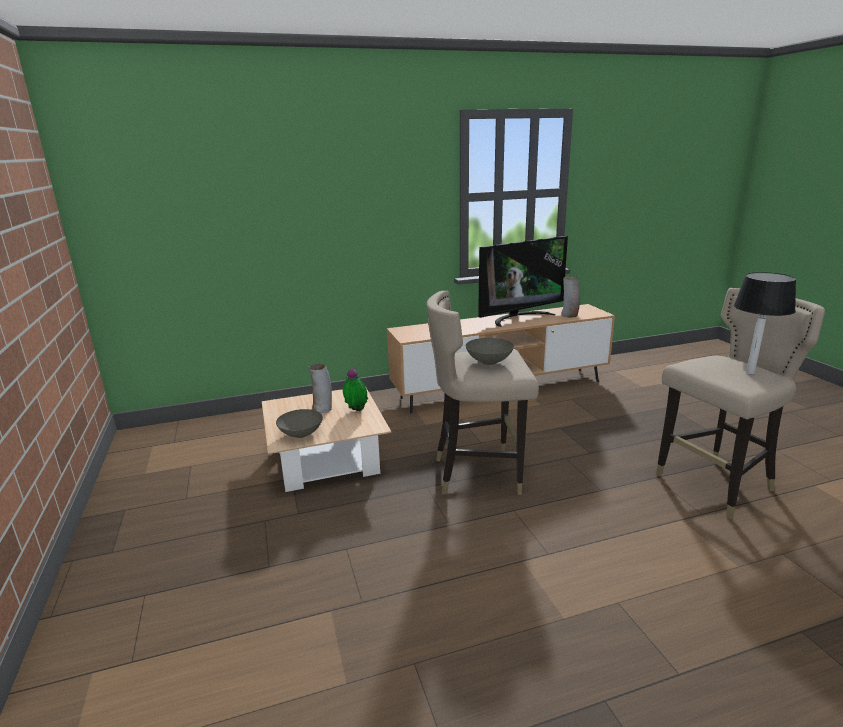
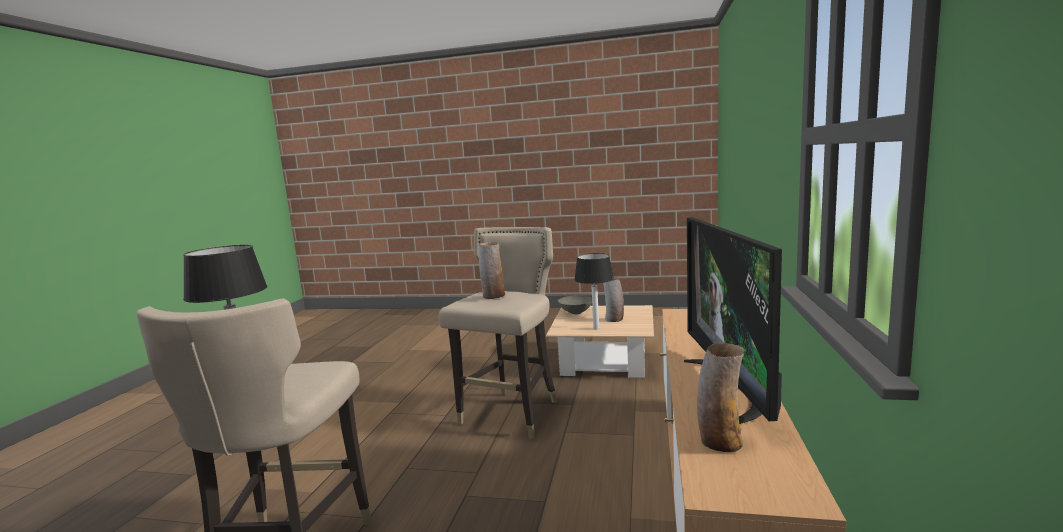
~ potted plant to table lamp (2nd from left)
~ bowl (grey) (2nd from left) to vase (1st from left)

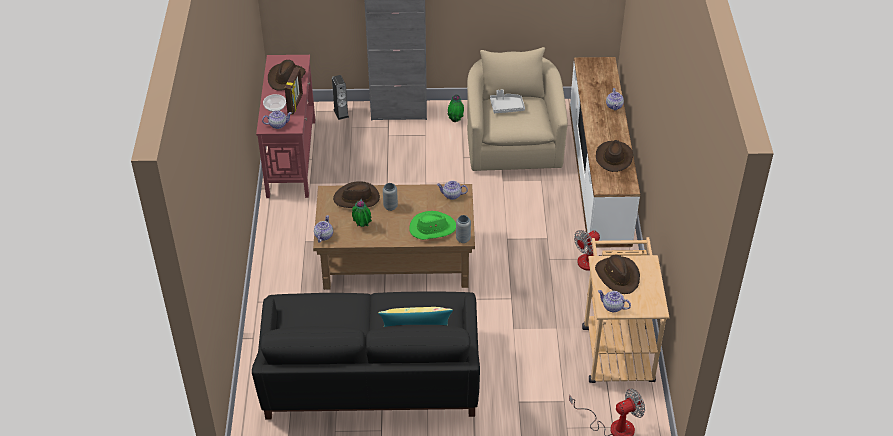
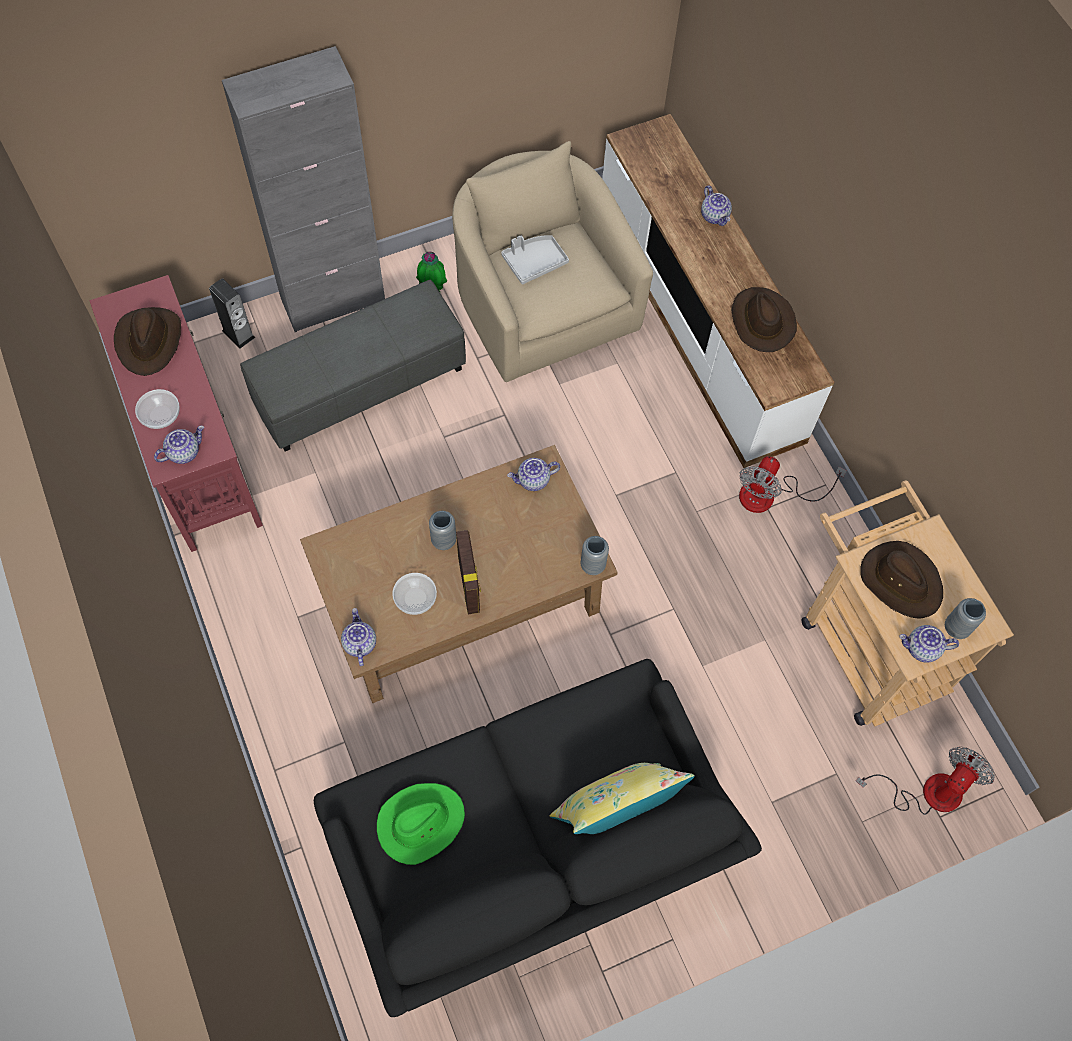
- hat (brown) (2nd from left)
+ ottoman (grey)
+ vase (grey) (3rd from left)
~ picture frame
~ hat (green)
~ potted plant (1st from left) to bowl (2nd from left)

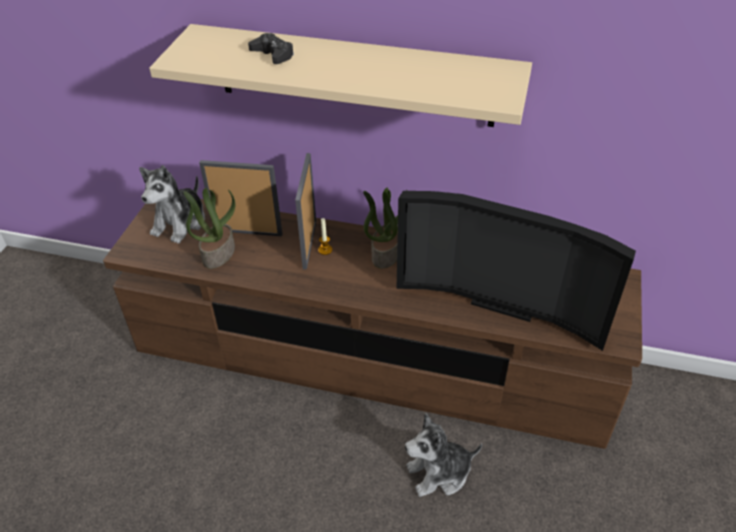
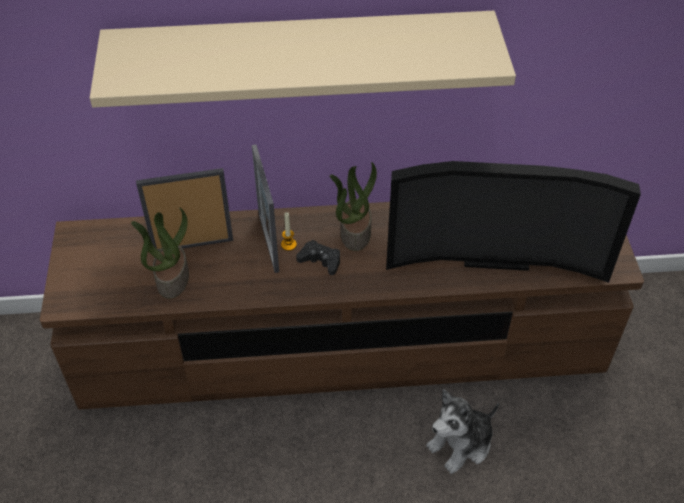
- plush toy (1st from left)
~ game controller (black)

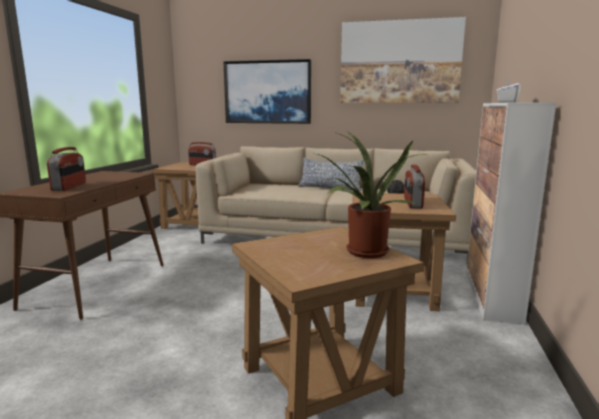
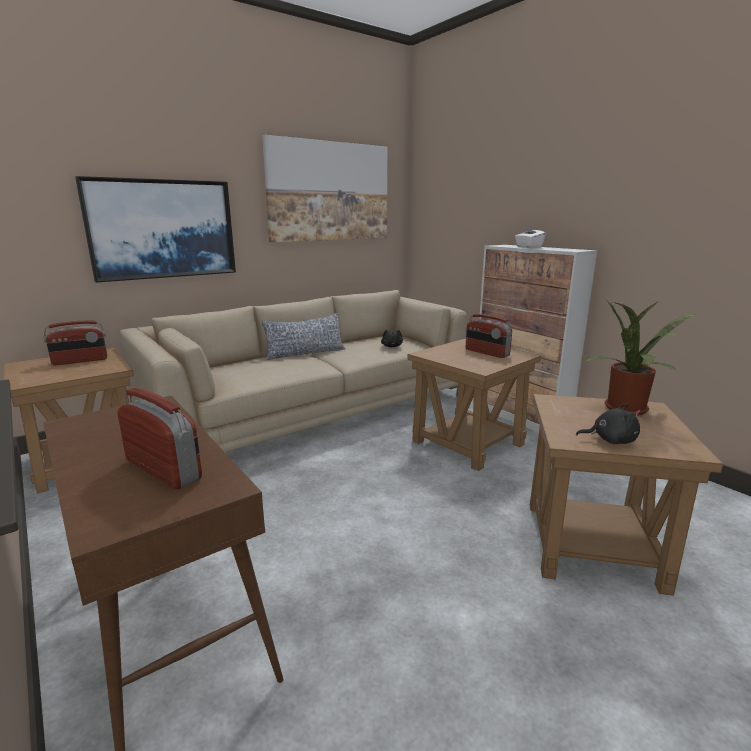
+ plush toy (black) (2nd from left)

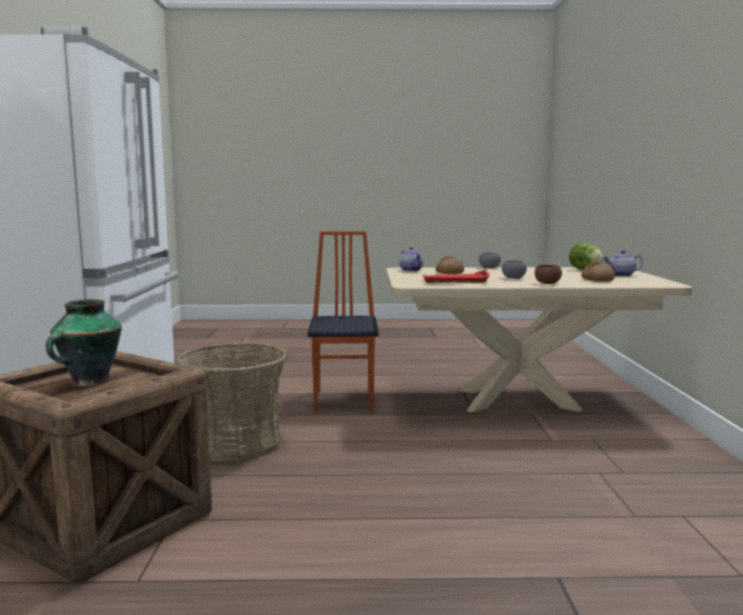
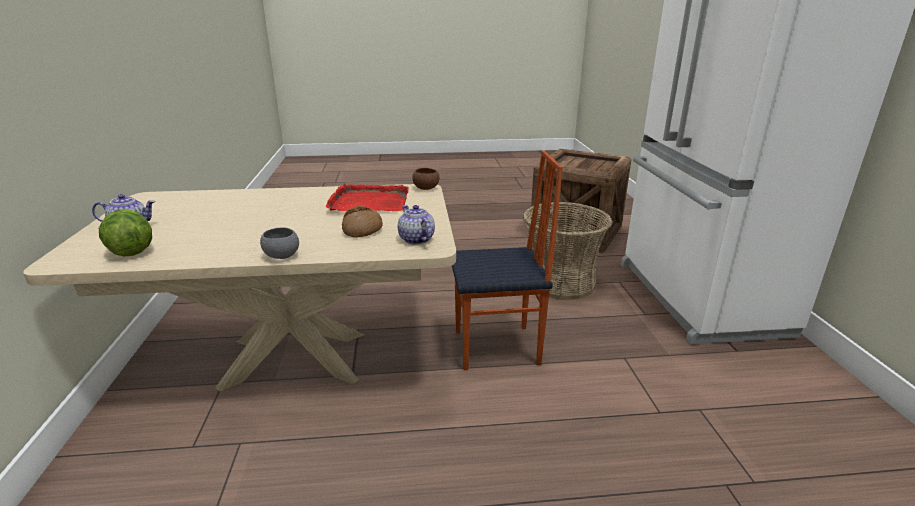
- vase
- bowl (grey) (2nd from left)
- bread (2nd from left)
~ bowl (brown)
~ chair 90 degrees counterclockwise

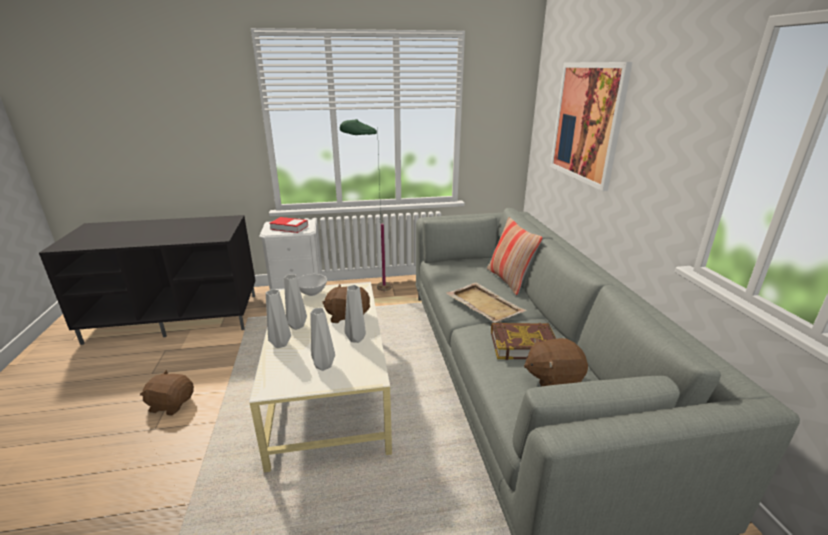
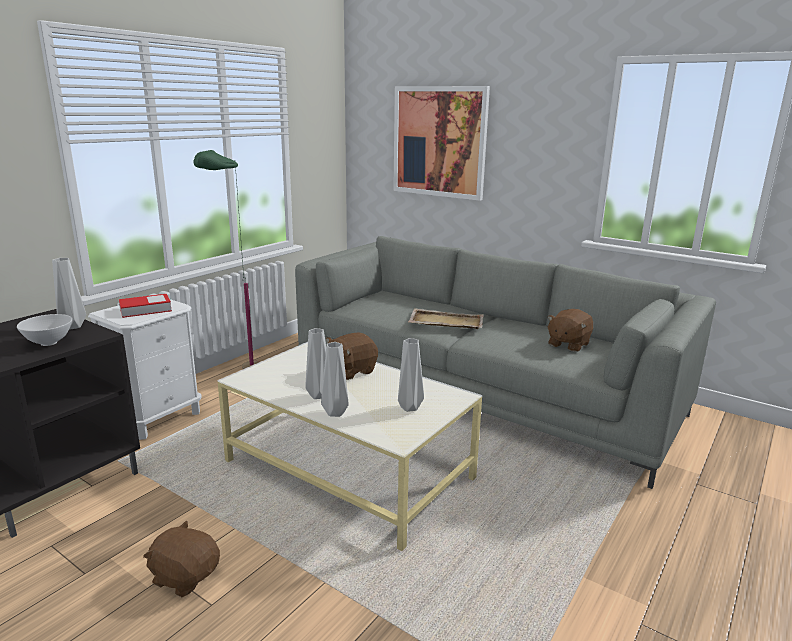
- pillow
- book (2nd from left)
~ bowl (white)
~ vase (grey) (4th from left in the first image) to vase (grey) (1st from left)
~ plush toy (brown) (1st from left) 60 degrees clockwise

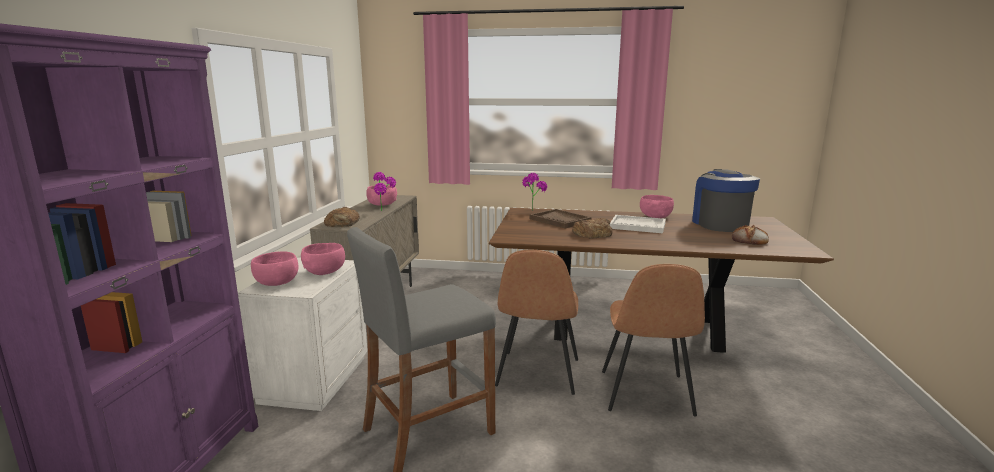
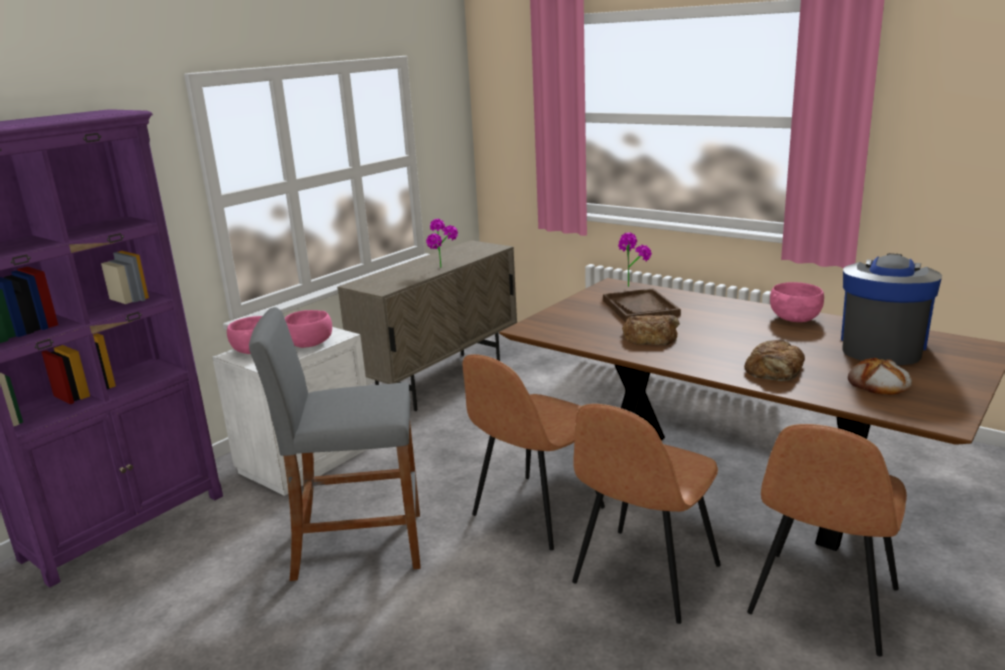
- bowl (pink) (3rd from left)
- tray (white)
+ chair (brown) (3rd from left)
~ bread (1st from left in the first image) to bread (2nd from left)

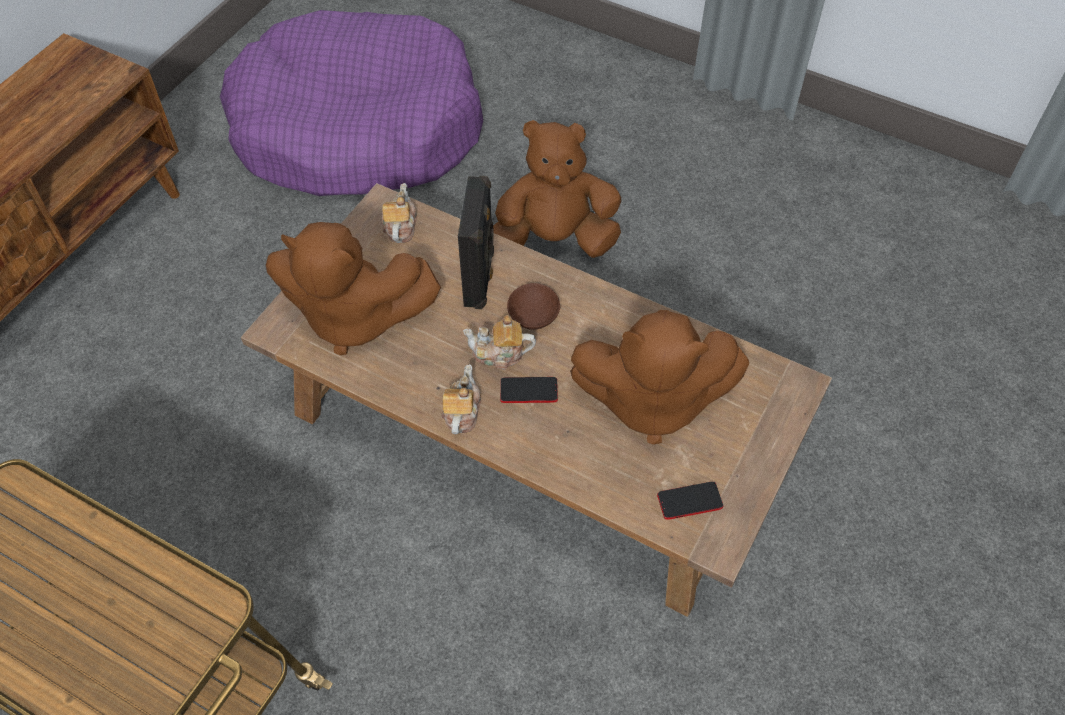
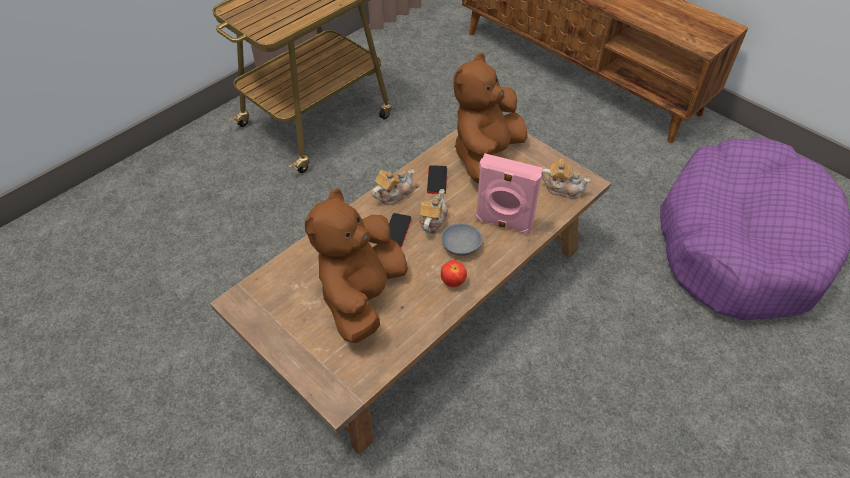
- plush toy (brown) (2nd from left)
+ apple
~ phone (2nd from left)
~ speaker (black) to speaker (pink)
~ bowl (brown) to bowl (grey)
~ teapot (2nd from left in the first image) 60 degrees counterclockwise

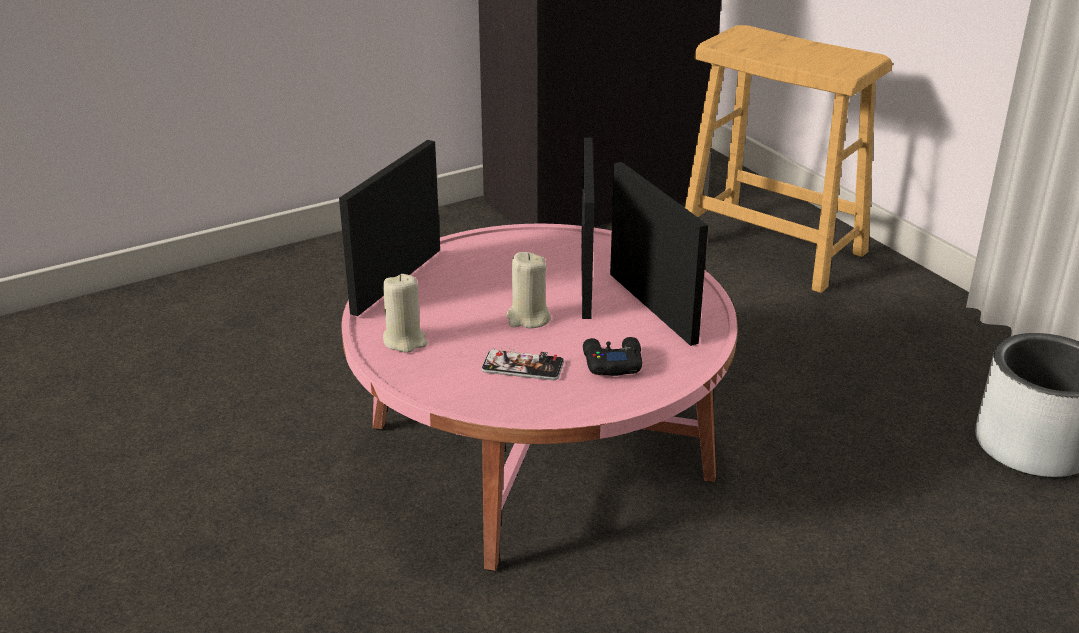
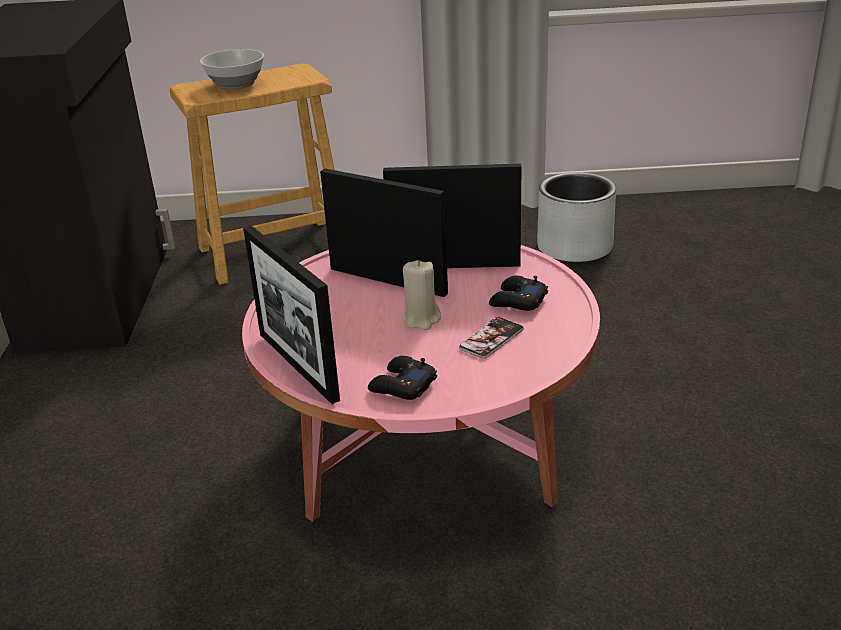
+ bowl
~ candle (beige) (1st from left) to game controller (black) (1st from left)

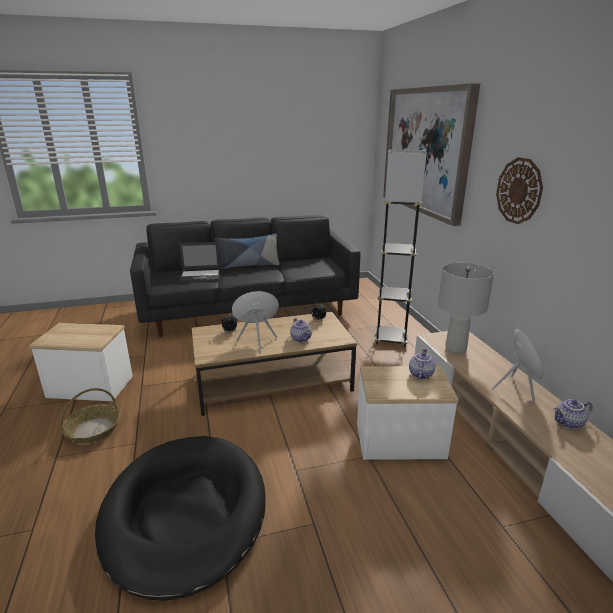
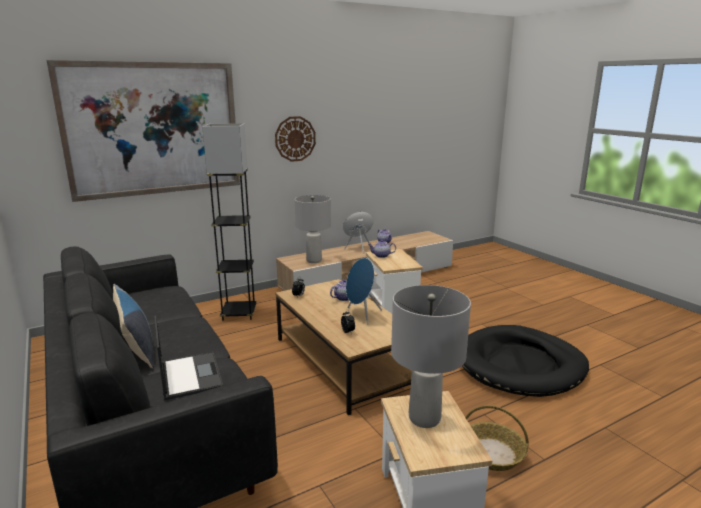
+ table lamp (grey) (2nd from left)

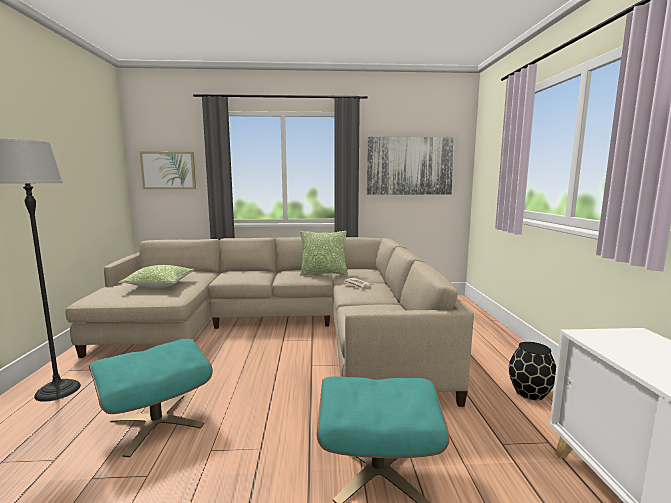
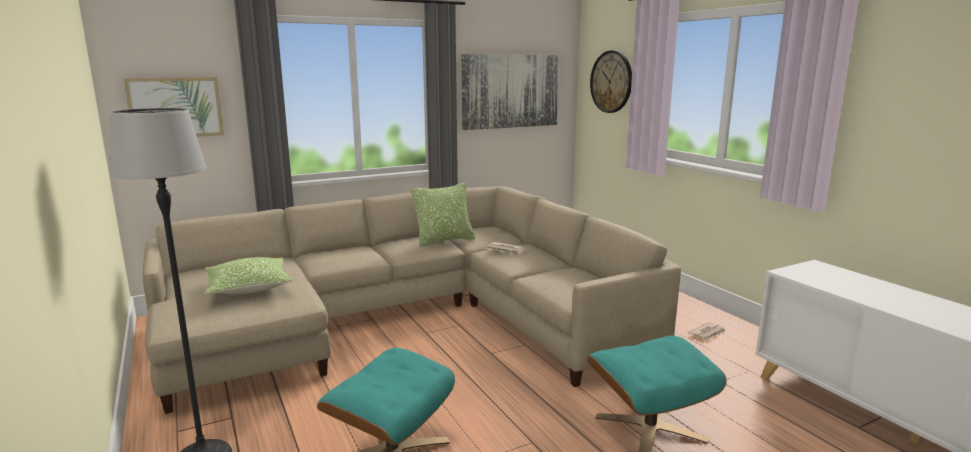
+ wall clock
~ vase (black) to newspaper (2nd from left)

